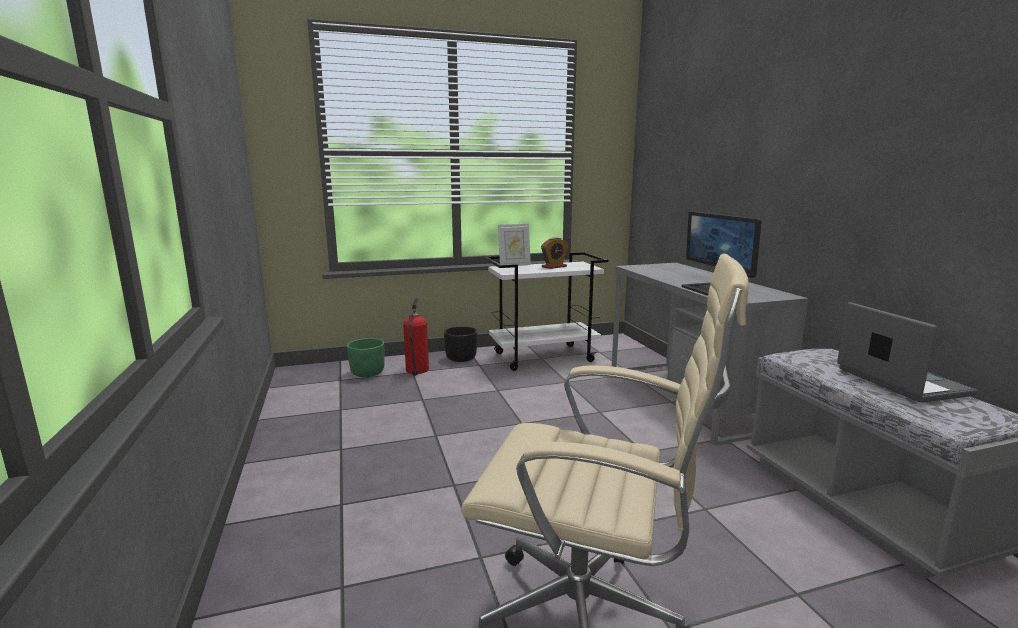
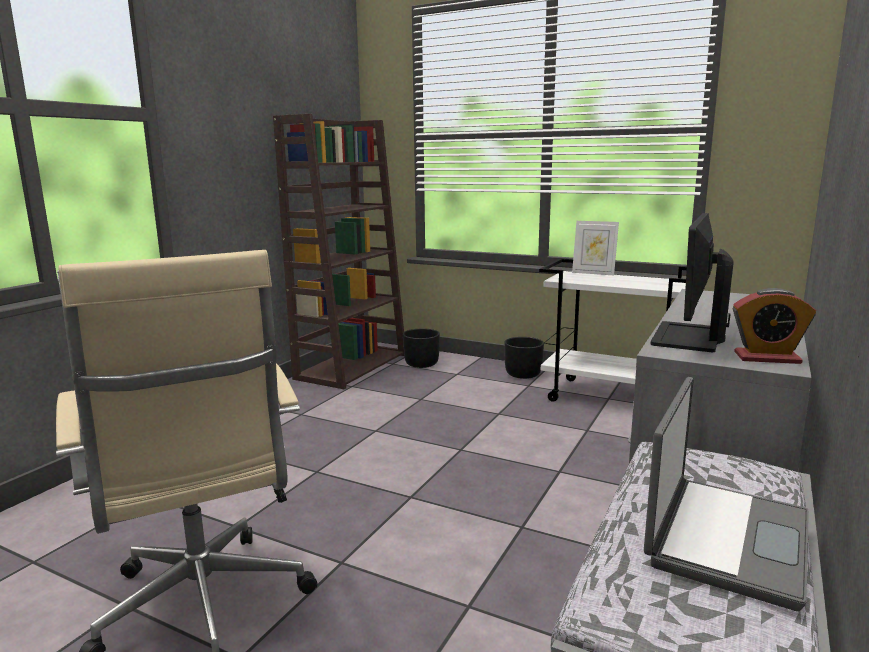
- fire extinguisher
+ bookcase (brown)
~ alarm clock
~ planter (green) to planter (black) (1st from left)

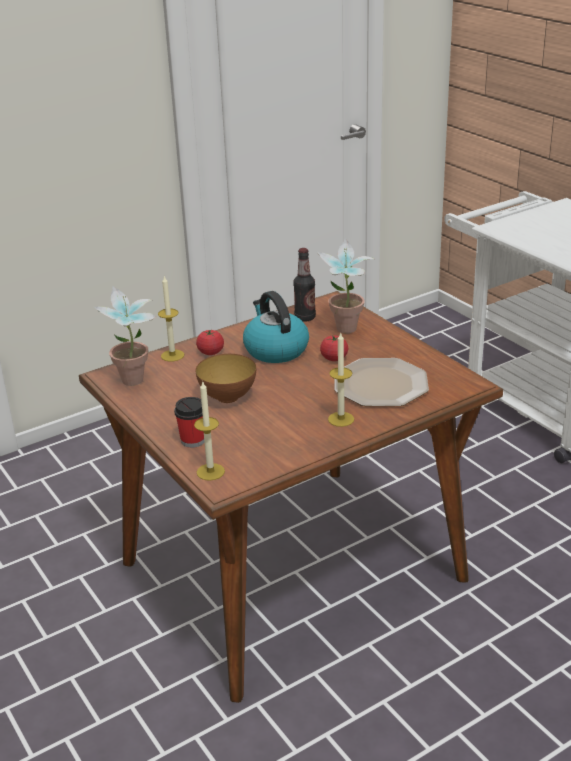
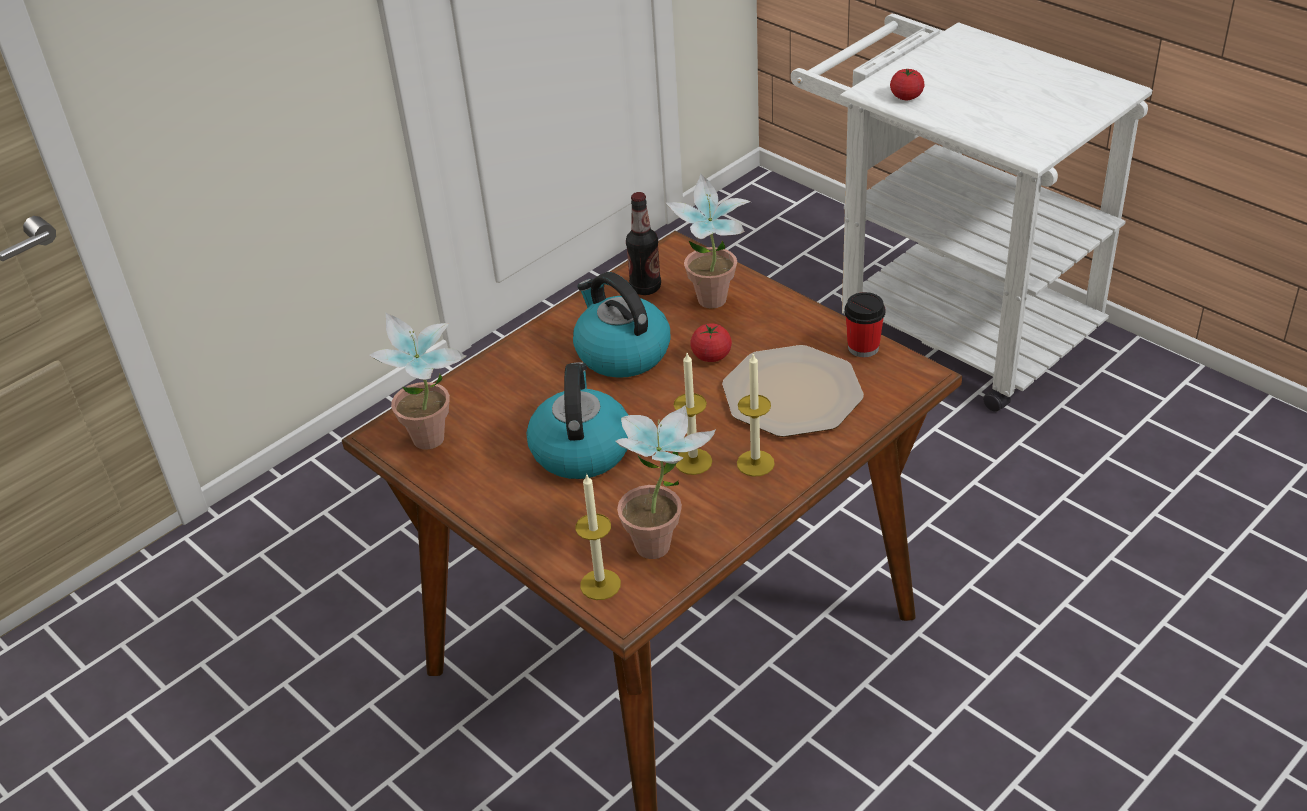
+ potted plant (2nd from left)
~ candle (1st from left in the first image) to candle (2nd from left)
~ cup
~ tomato (1st from left in the first image) to tomato (2nd from left)
~ bowl to kettle (1st from left)

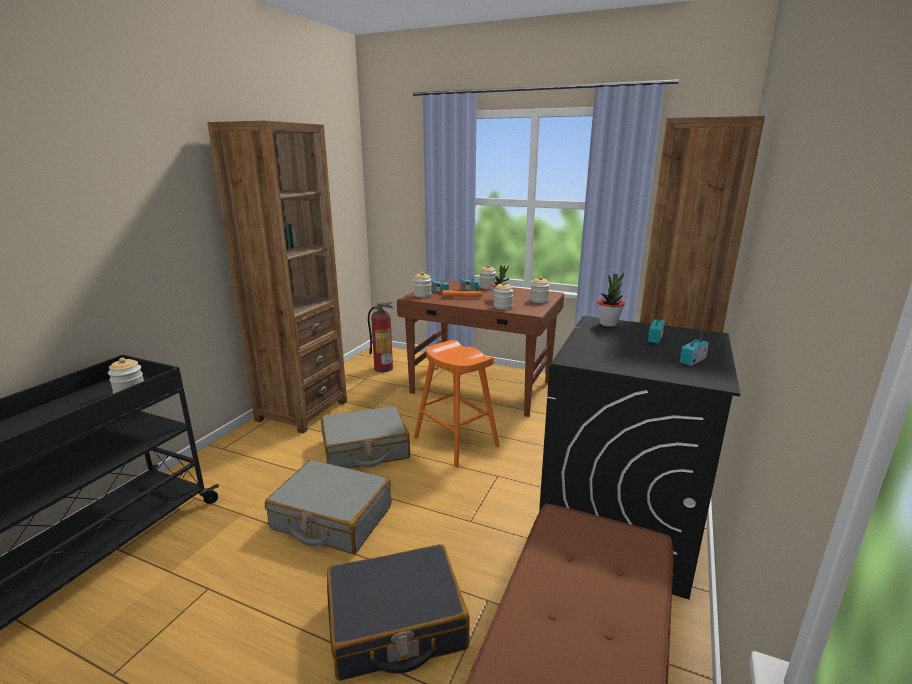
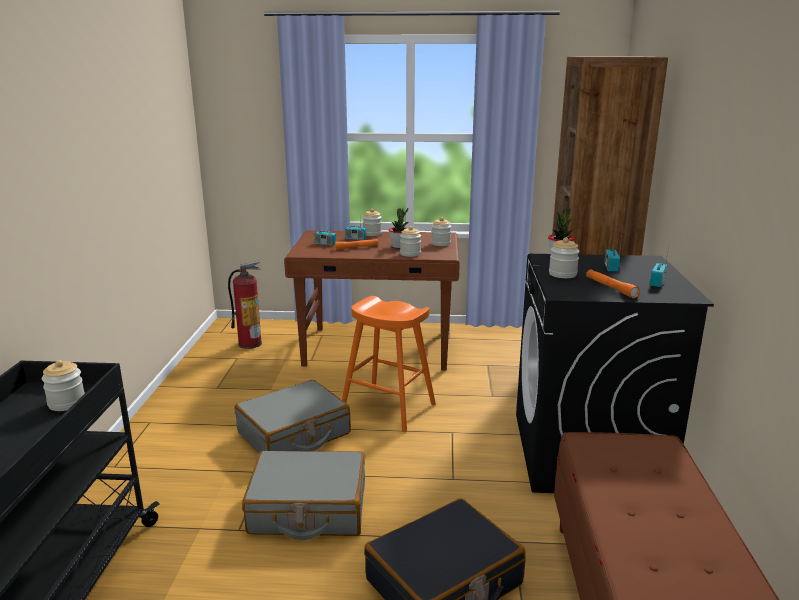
- bookcase (brown) (1st from left)
+ flashlight (orange) (2nd from left)
~ jar (2nd from left in the first image) to jar (5th from left)

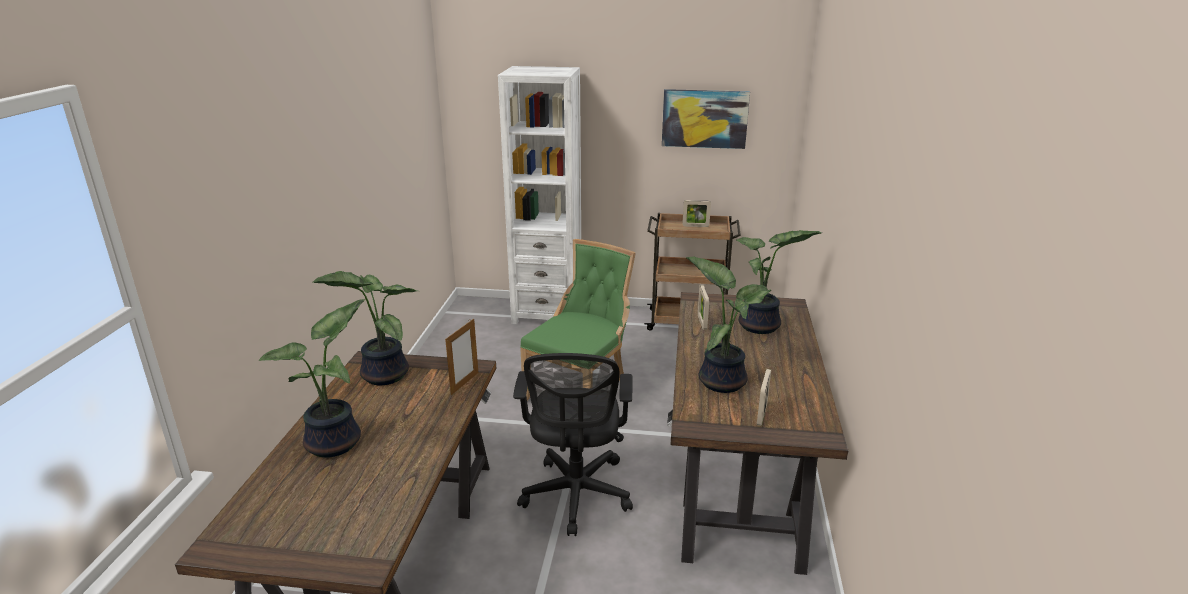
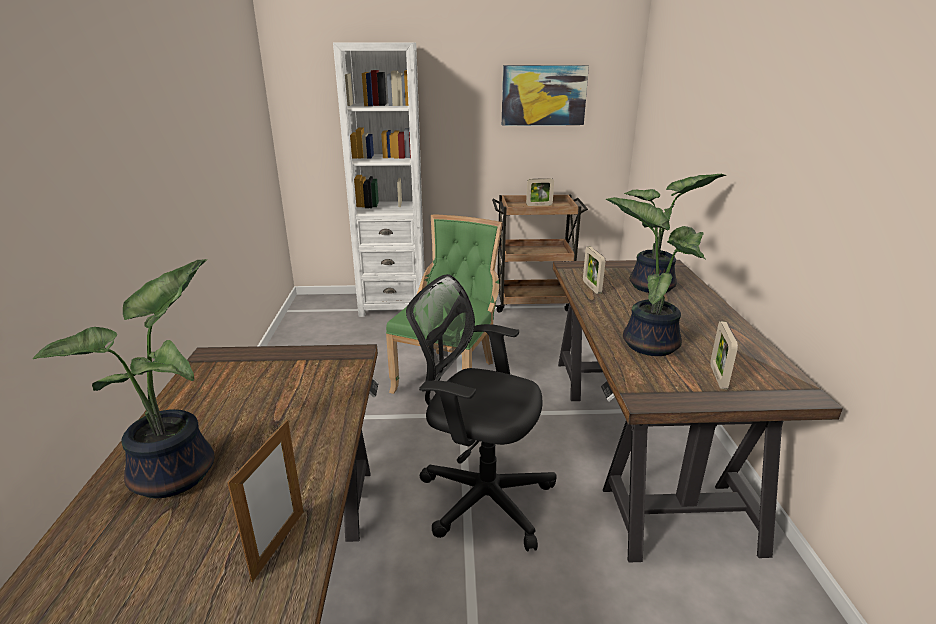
- potted plant (2nd from left)
~ picture frame (1st from left)
~ office chair (black) 120 degrees clockwise

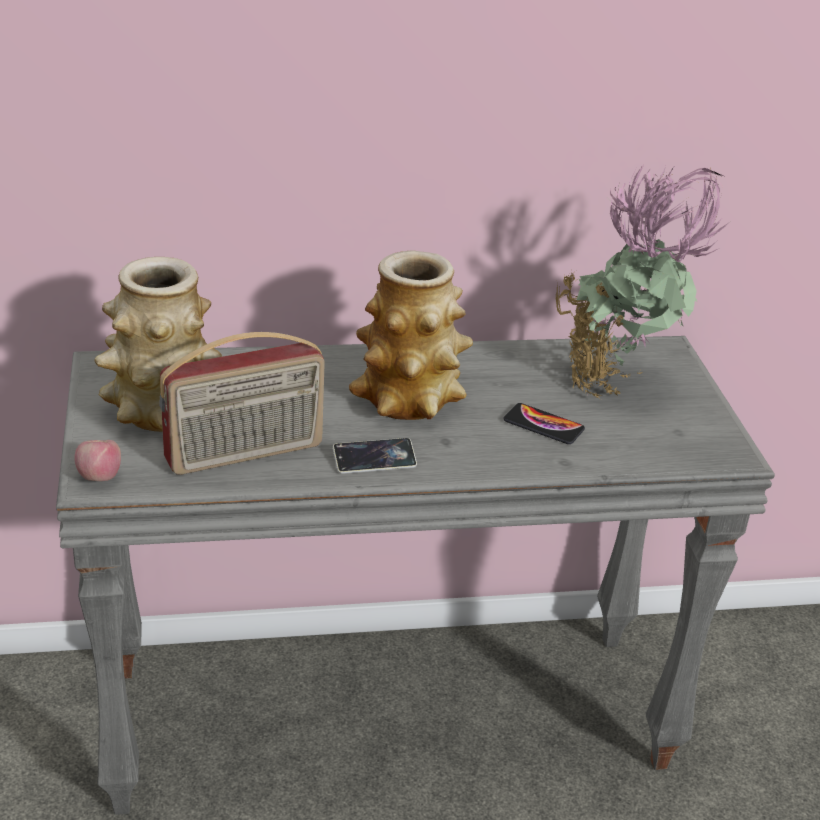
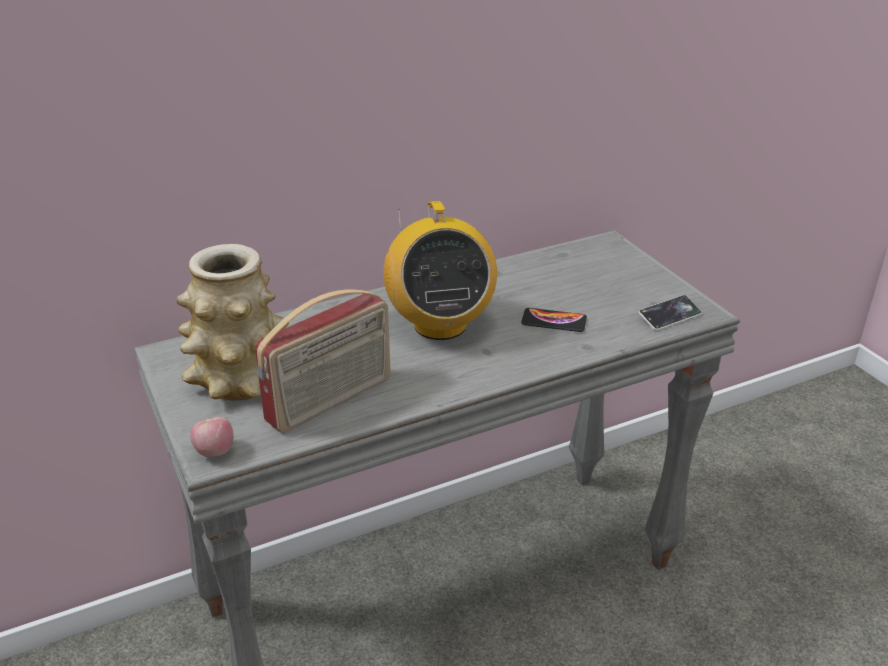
- potted plant
~ phone (1st from left in the first image) to phone (2nd from left)
~ vase (2nd from left) to radio (2nd from left)

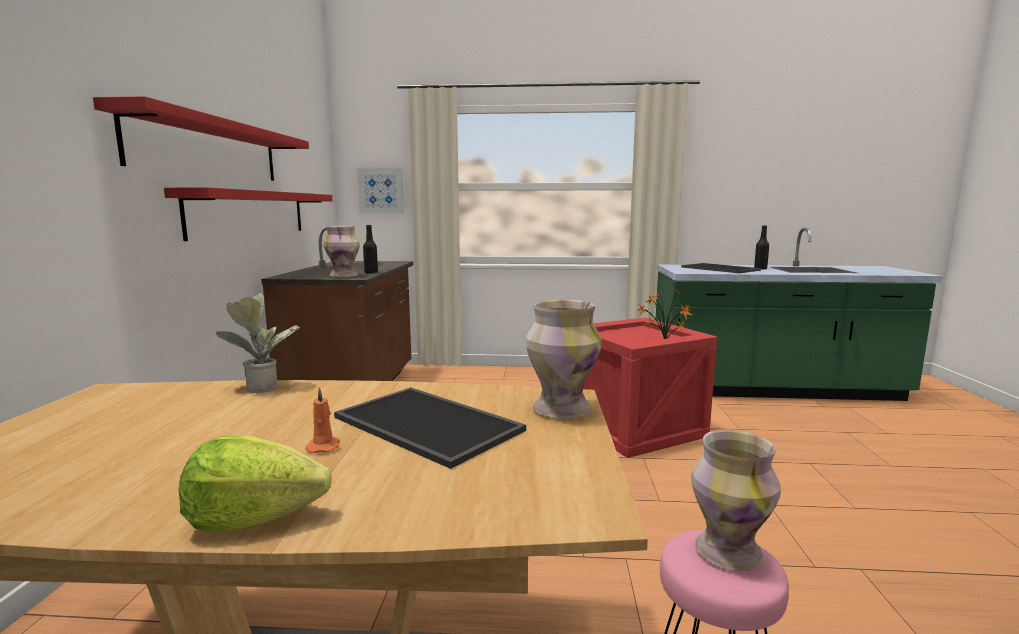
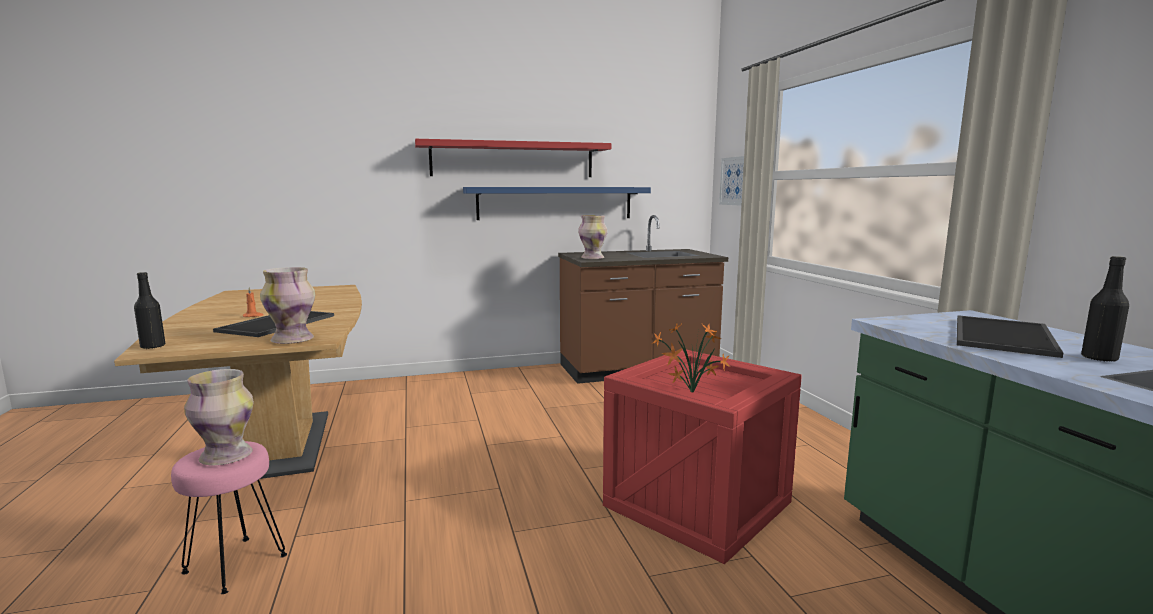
- lettuce
- potted plant (1st from left)
~ bottle (black) (1st from left)
~ shelf (red) (2nd from left) to shelf (blue)

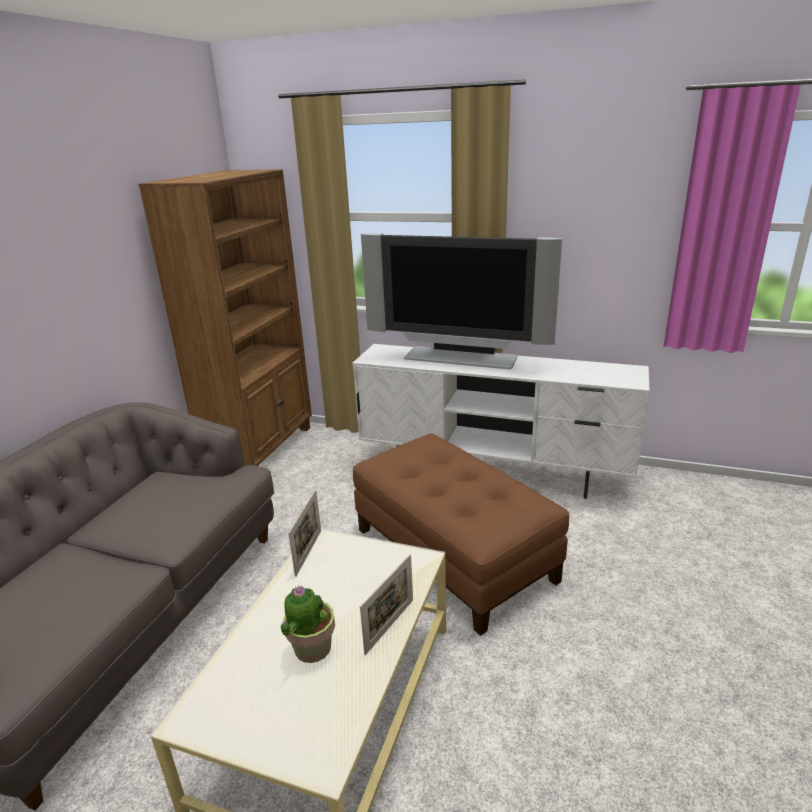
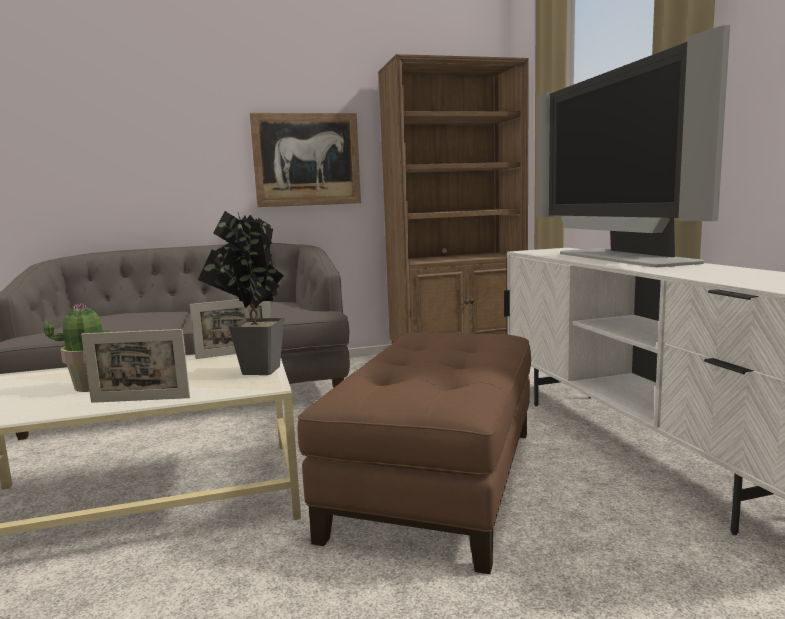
+ potted plant (2nd from left)
+ picture

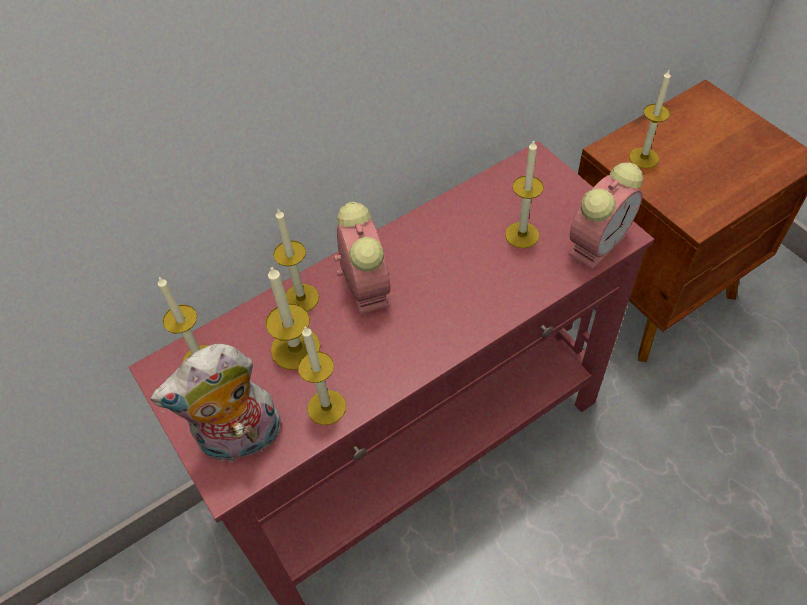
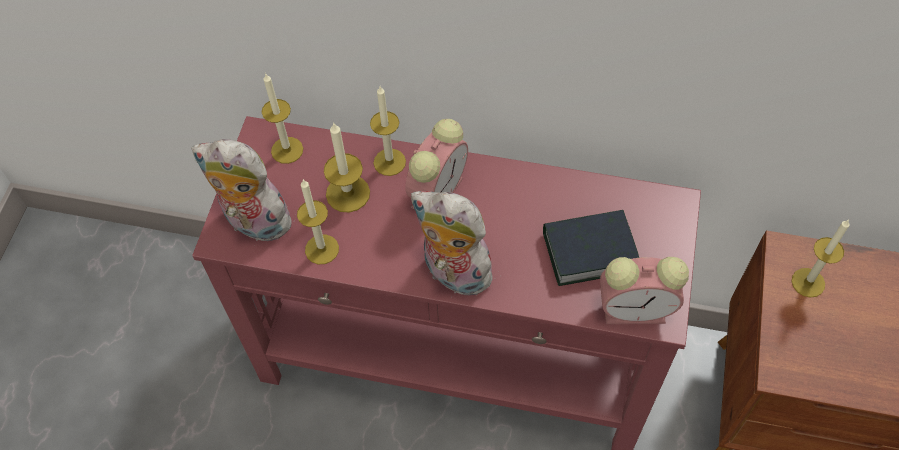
+ plush toy (2nd from left)
~ candle (5th from left) to book

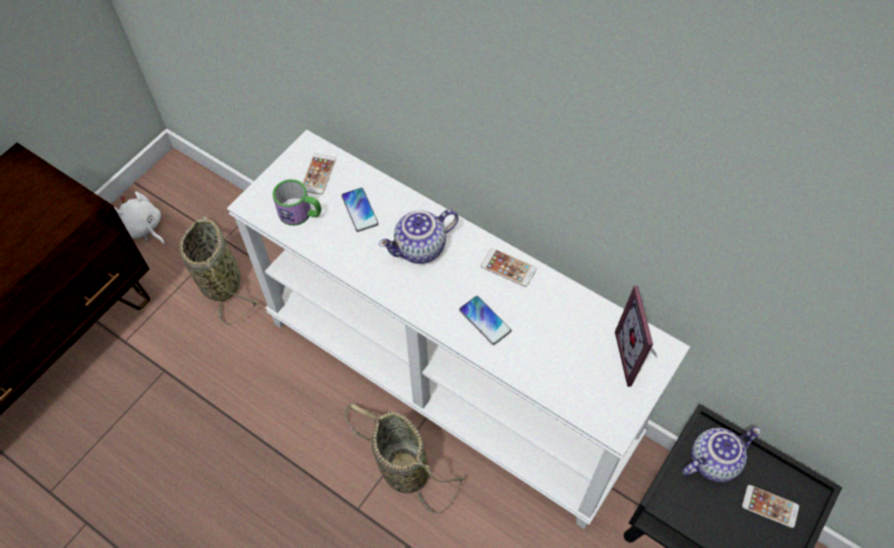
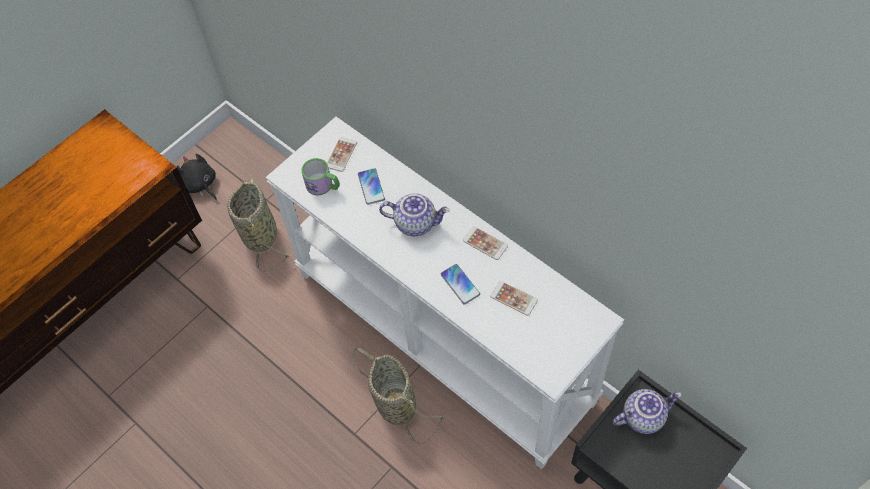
- picture frame
~ phone (5th from left)
~ plush toy (white) to plush toy (black)
~ teapot (1st from left) 150 degrees counterclockwise

